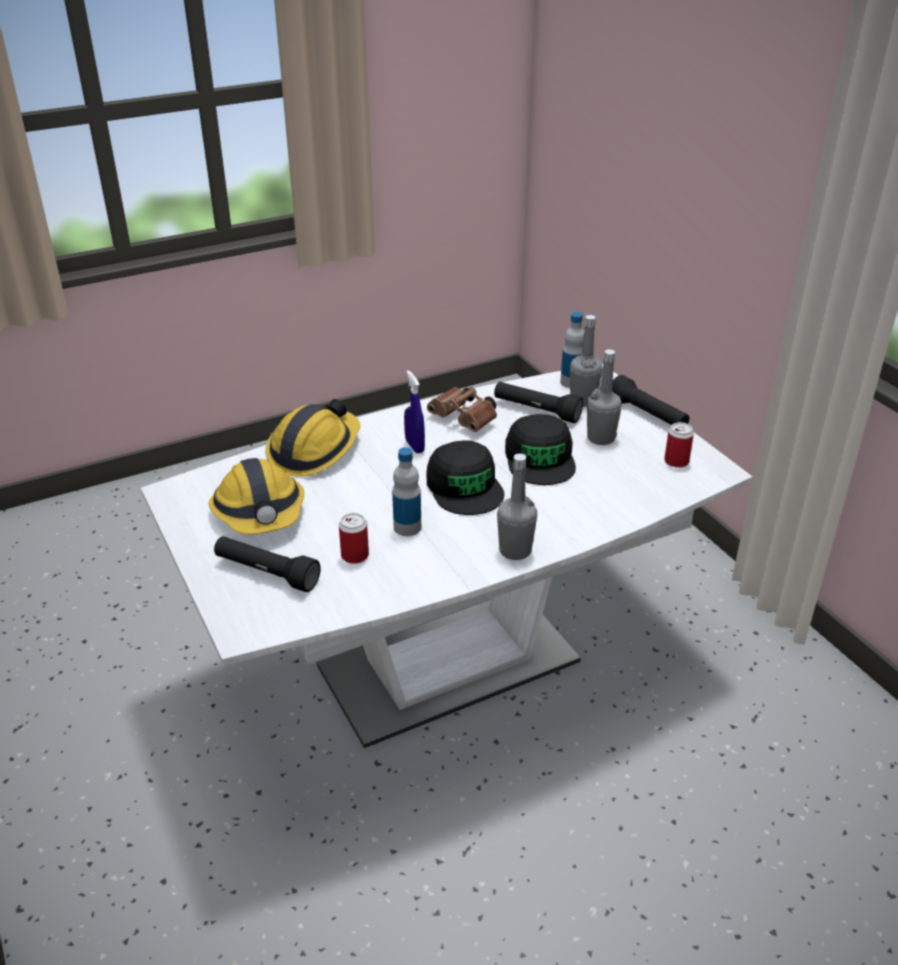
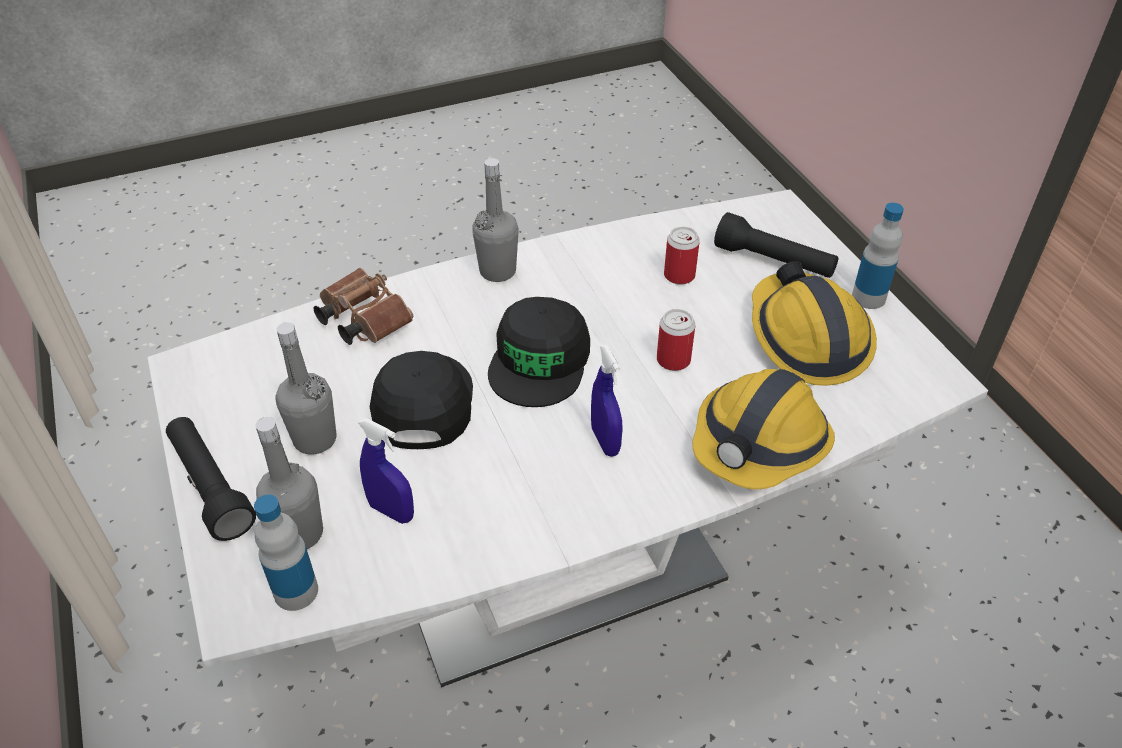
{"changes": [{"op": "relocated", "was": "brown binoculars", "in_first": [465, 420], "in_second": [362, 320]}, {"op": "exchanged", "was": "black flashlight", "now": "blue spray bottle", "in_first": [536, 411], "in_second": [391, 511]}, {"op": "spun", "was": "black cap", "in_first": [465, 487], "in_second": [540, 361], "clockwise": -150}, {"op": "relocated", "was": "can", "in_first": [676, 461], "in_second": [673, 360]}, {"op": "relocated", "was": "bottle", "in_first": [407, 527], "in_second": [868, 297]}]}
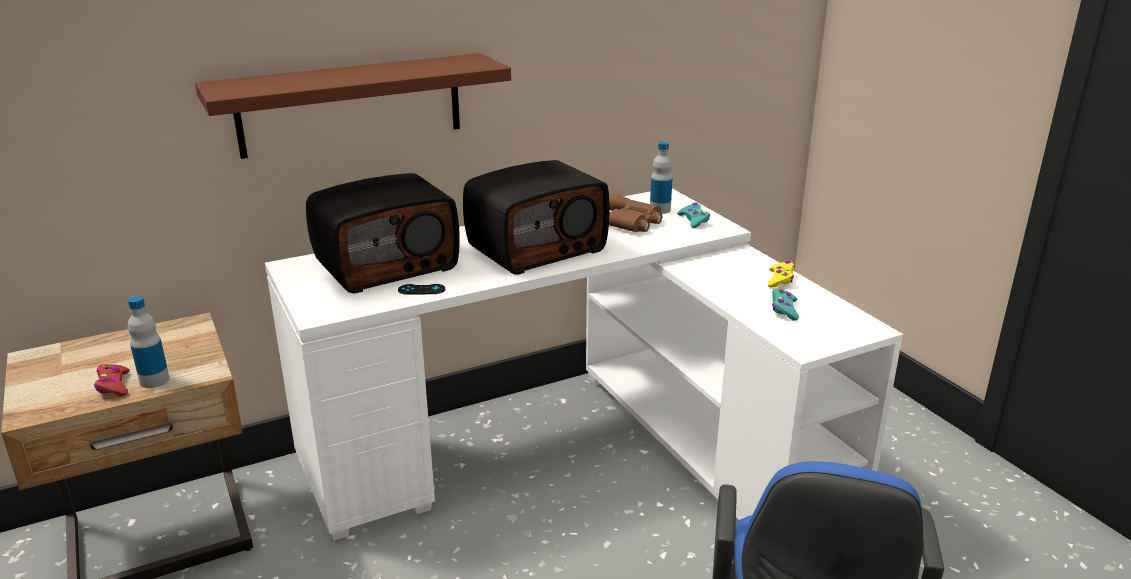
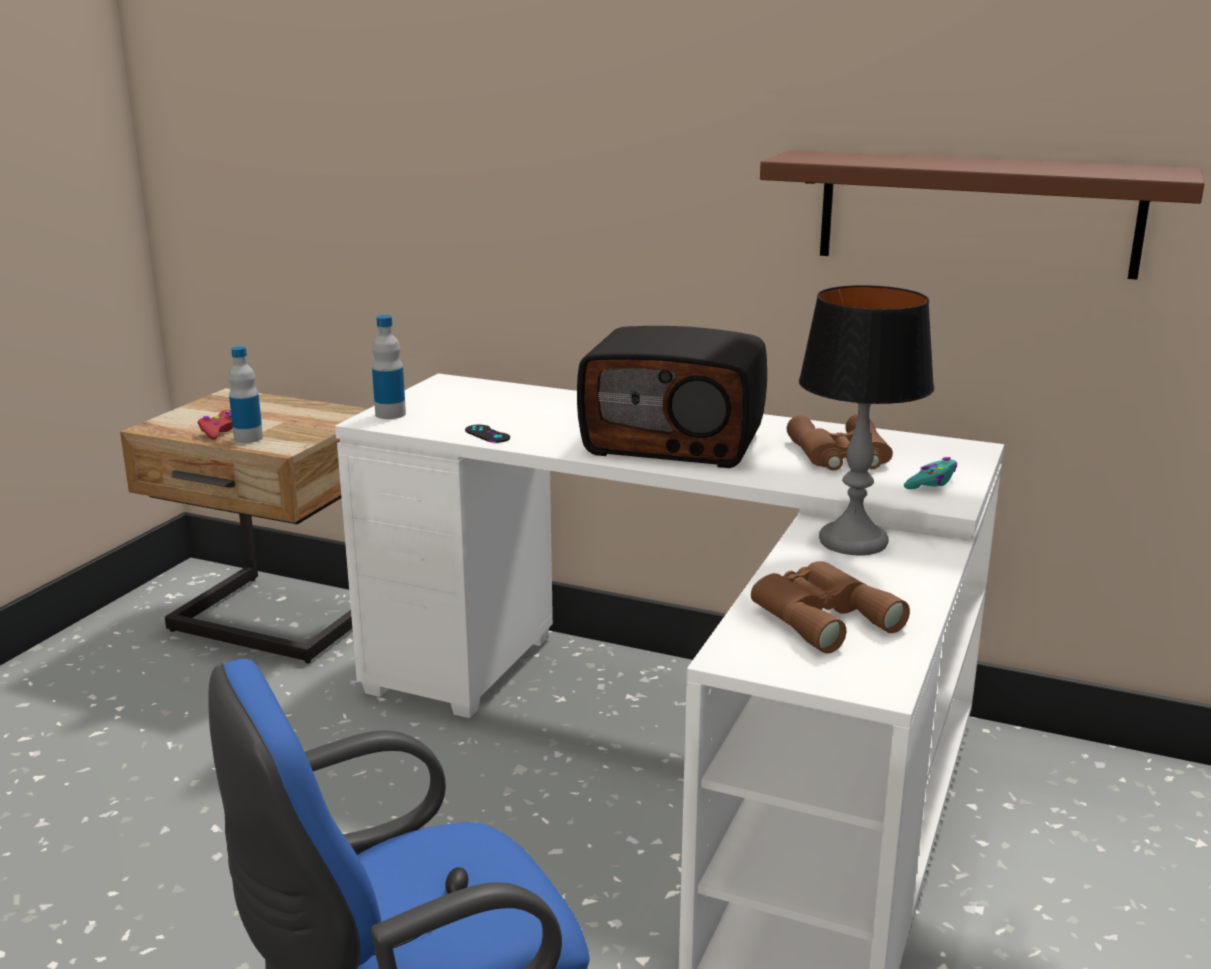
{"changes": [{"op": "relocated", "was": "bottle", "in_first": [660, 209], "in_second": [390, 414]}, {"op": "exchanged", "was": "turquoise game controller", "now": "brown binoculars", "in_first": [784, 309], "in_second": [820, 615]}, {"op": "relocated", "was": "brown shelf", "in_first": [351, 105], "in_second": [977, 213]}, {"op": "appeared", "now": "table lamp", "in_second": [852, 541]}, {"op": "missing", "was": "radio", "in_first": [387, 265]}, {"op": "missing", "was": "yellow game controller", "in_first": [780, 279]}]}
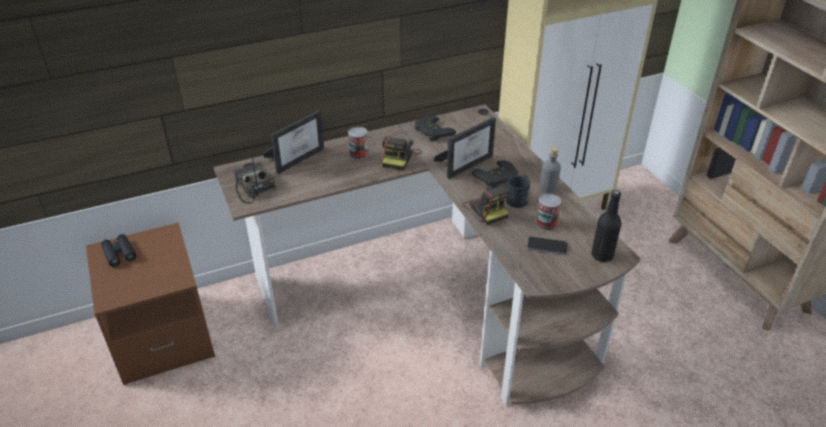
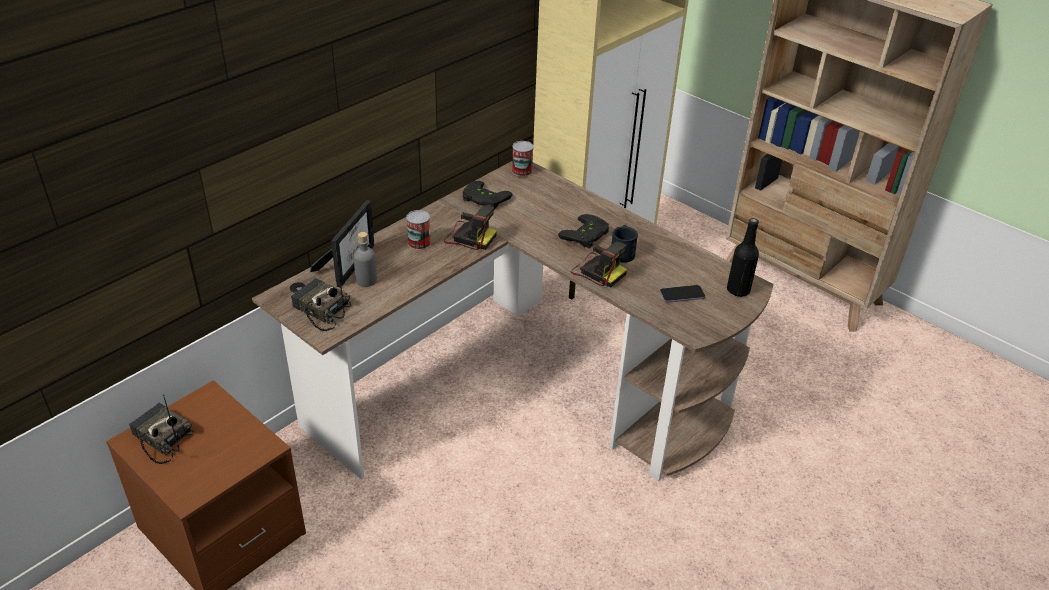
{"changes": [{"op": "exchanged", "was": "black binoculars", "now": "radio", "in_first": [119, 253], "in_second": [161, 438]}, {"op": "relocated", "was": "grey bottle", "in_first": [548, 188], "in_second": [366, 280]}, {"op": "spun", "was": "photo camera", "in_first": [400, 158], "in_second": [469, 237], "clockwise": -60}, {"op": "relocated", "was": "can", "in_first": [546, 223], "in_second": [522, 171]}, {"op": "missing", "was": "picture frame", "in_first": [466, 163]}]}
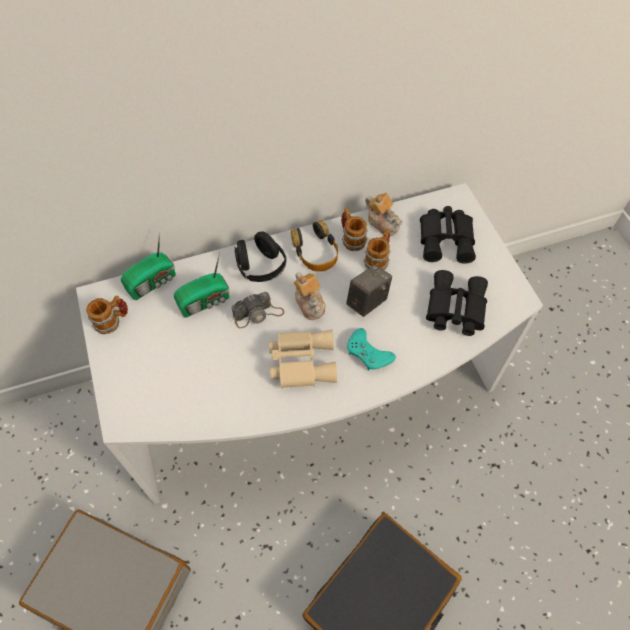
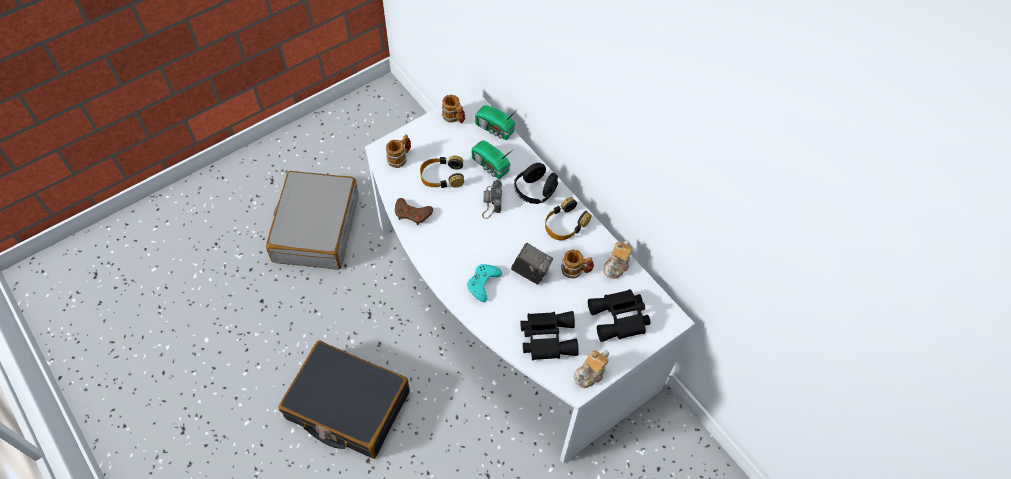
{"changes": [{"op": "relocated", "was": "mug", "in_first": [351, 238], "in_second": [400, 158]}, {"op": "appeared", "now": "brown game controller", "in_second": [412, 213]}, {"op": "appeared", "now": "headphones", "in_second": [442, 176]}, {"op": "spun", "was": "photo camera", "in_first": [258, 314], "in_second": [491, 202], "clockwise": 45}, {"op": "relocated", "was": "teapot", "in_first": [310, 303], "in_second": [590, 374]}, {"op": "missing", "was": "beige binoculars", "in_first": [301, 361]}]}
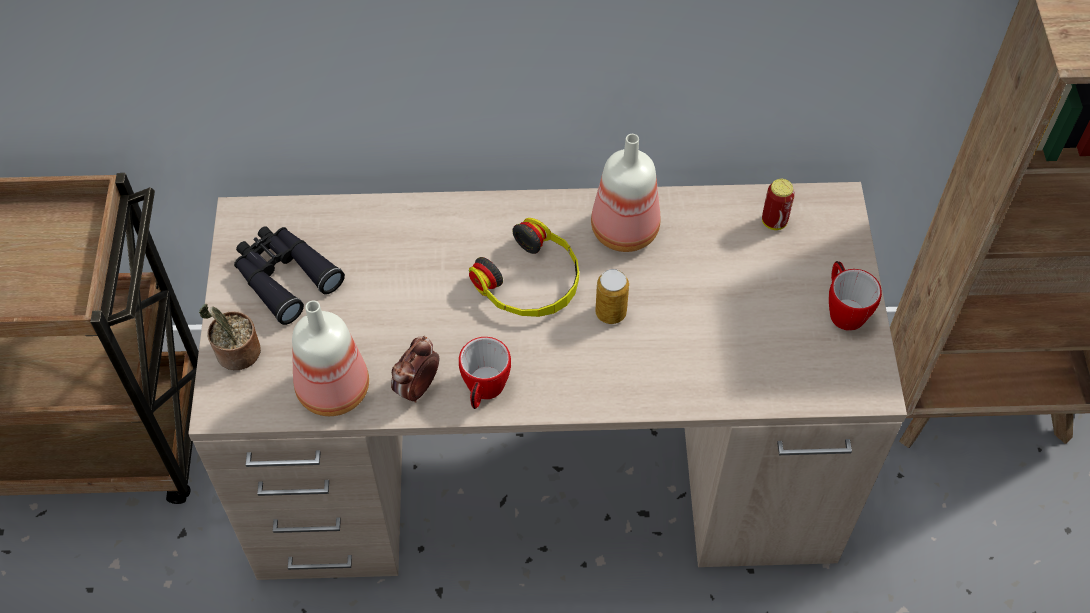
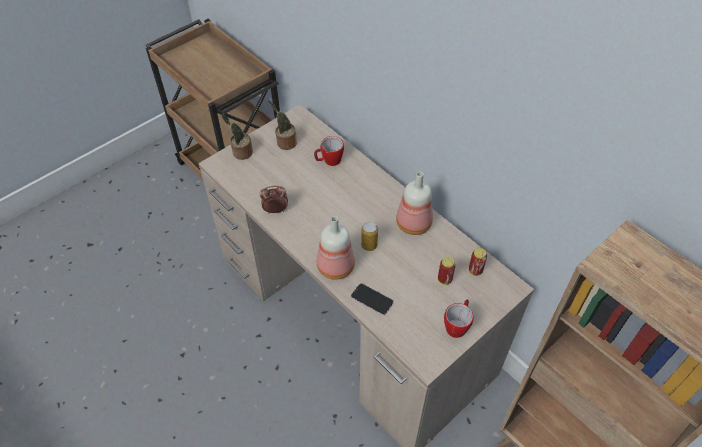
{"changes": [{"op": "exchanged", "was": "black binoculars", "now": "potted plant", "in_first": [284, 277], "in_second": [285, 142]}, {"op": "relocated", "was": "mug", "in_first": [483, 391], "in_second": [329, 161]}, {"op": "relocated", "was": "bottle", "in_first": [335, 391], "in_second": [335, 268]}, {"op": "appeared", "now": "phone", "in_second": [372, 299]}, {"op": "appeared", "now": "can", "in_second": [444, 279]}, {"op": "missing", "was": "headphones", "in_first": [530, 282]}]}
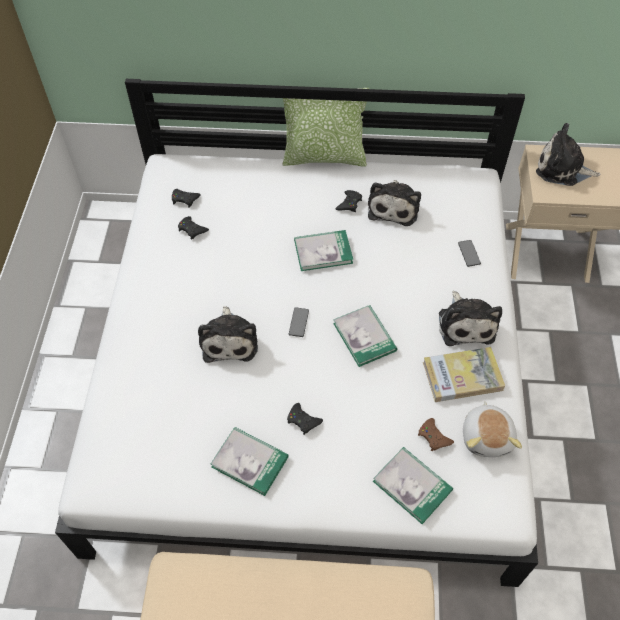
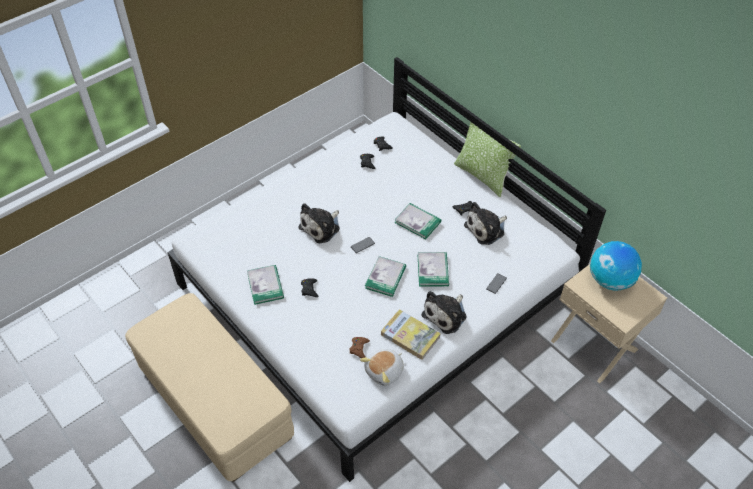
{"changes": [{"op": "relocated", "was": "book", "in_first": [412, 485], "in_second": [433, 270]}, {"op": "exchanged", "was": "plush toy", "now": "globe", "in_first": [562, 168], "in_second": [610, 280]}]}
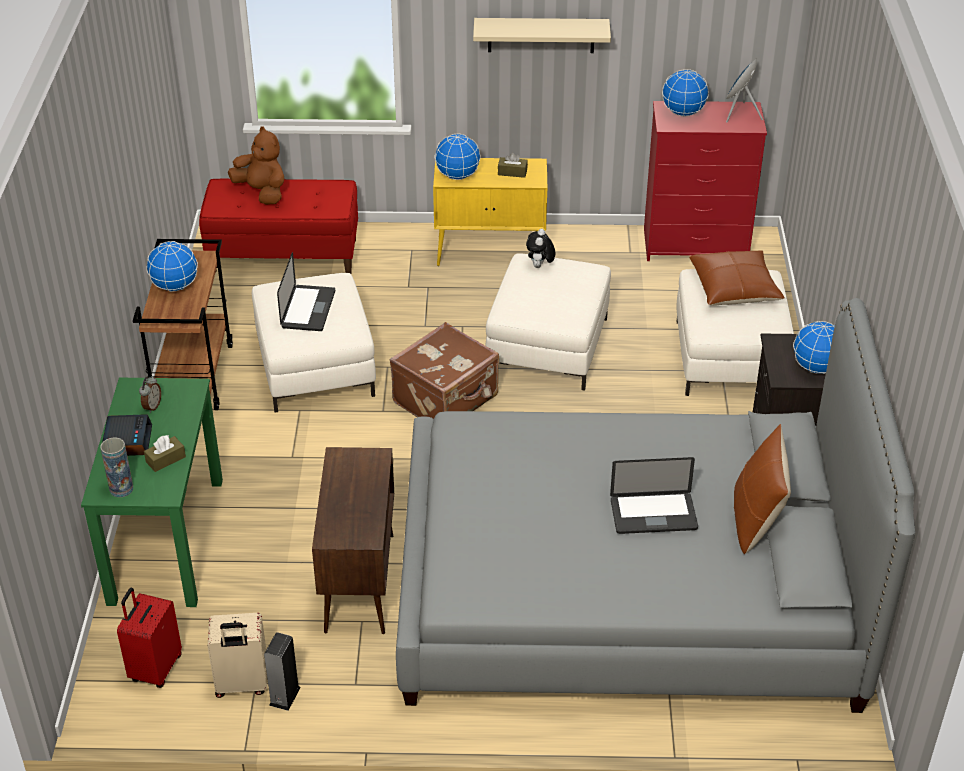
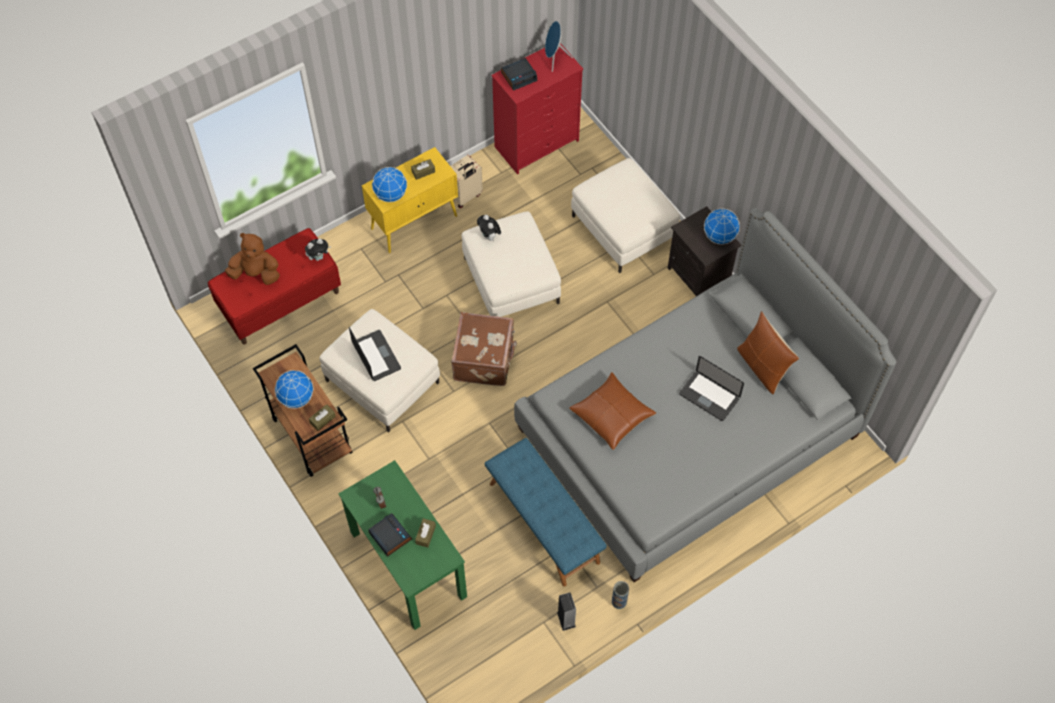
{"changes": [{"op": "appeared", "now": "plush toy", "in_second": [319, 257]}, {"op": "appeared", "now": "brown tissue box", "in_second": [322, 420]}, {"op": "relocated", "was": "beige suitcase", "in_first": [241, 685], "in_second": [465, 196]}, {"op": "exchanged", "was": "brown cabinet", "now": "blue bench", "in_first": [359, 584], "in_second": [545, 522]}, {"op": "exchanged", "was": "globe", "now": "alarm clock", "in_first": [683, 113], "in_second": [519, 76]}, {"op": "relocated", "was": "brown pillow", "in_first": [734, 288], "in_second": [611, 415]}, {"op": "relocated", "was": "vase", "in_first": [121, 489], "in_second": [619, 601]}, {"op": "spun", "was": "laptop", "in_first": [653, 514], "in_second": [709, 396], "clockwise": 75}, {"op": "missing", "was": "red suitcase", "in_first": [155, 668]}, {"op": "missing", "was": "beige shelf", "in_first": [541, 35]}]}
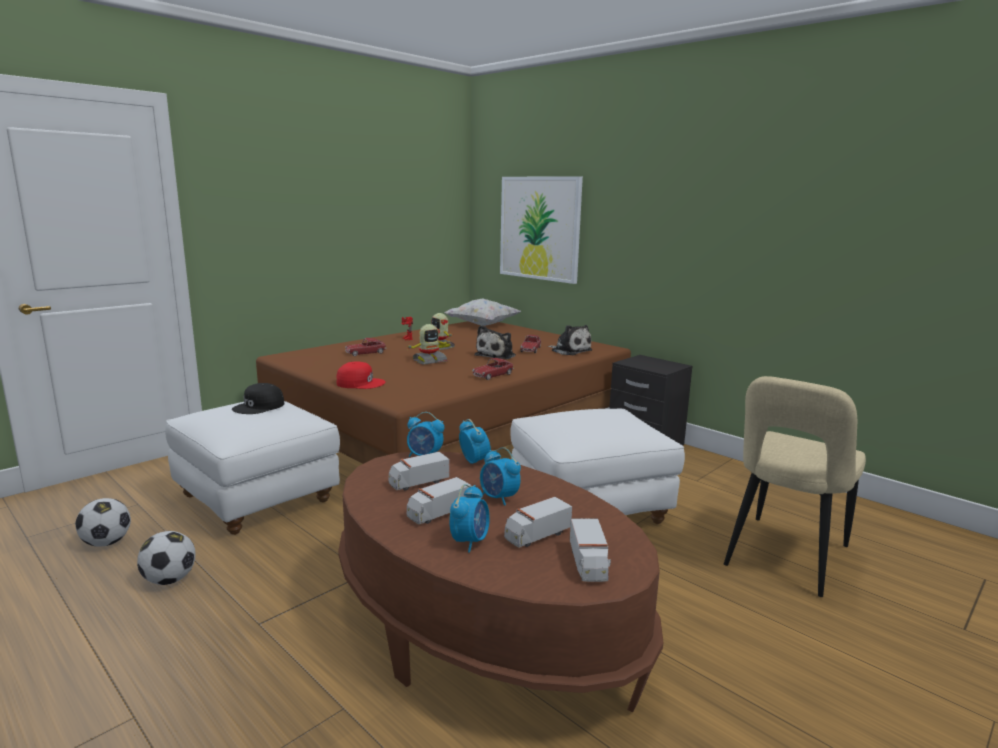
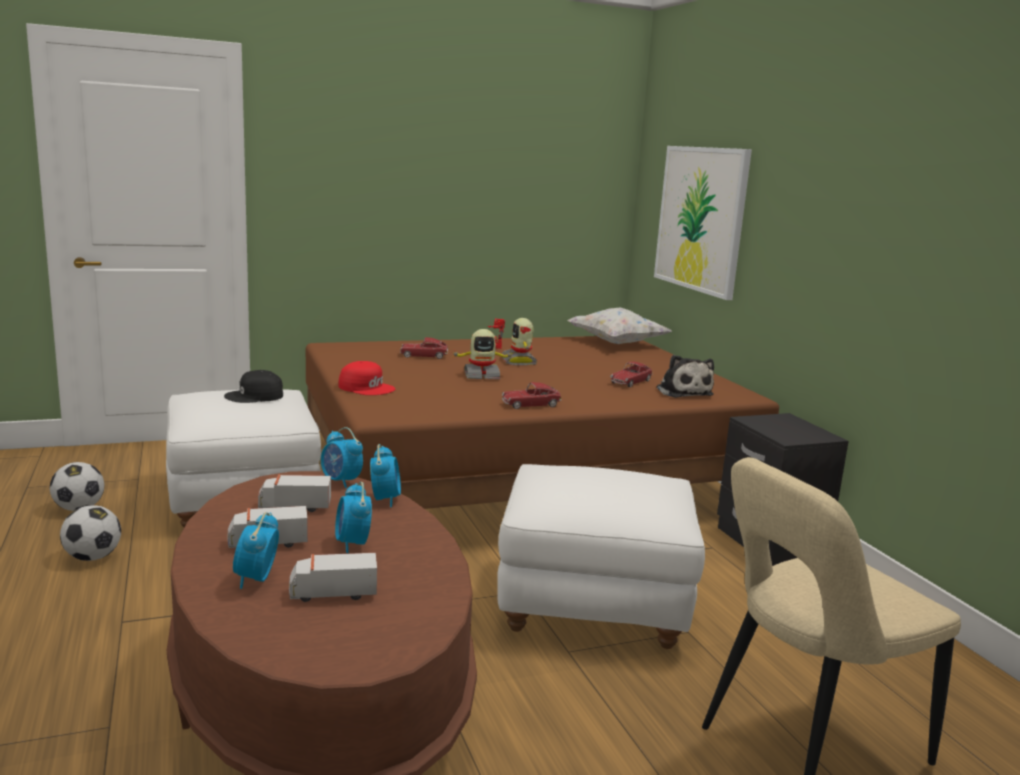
{"changes": [{"op": "spun", "was": "alarm clock", "in_first": [470, 541], "in_second": [256, 579], "clockwise": 135}, {"op": "missing", "was": "plush toy", "in_first": [497, 355]}, {"op": "missing", "was": "toy truck", "in_first": [588, 563]}]}
